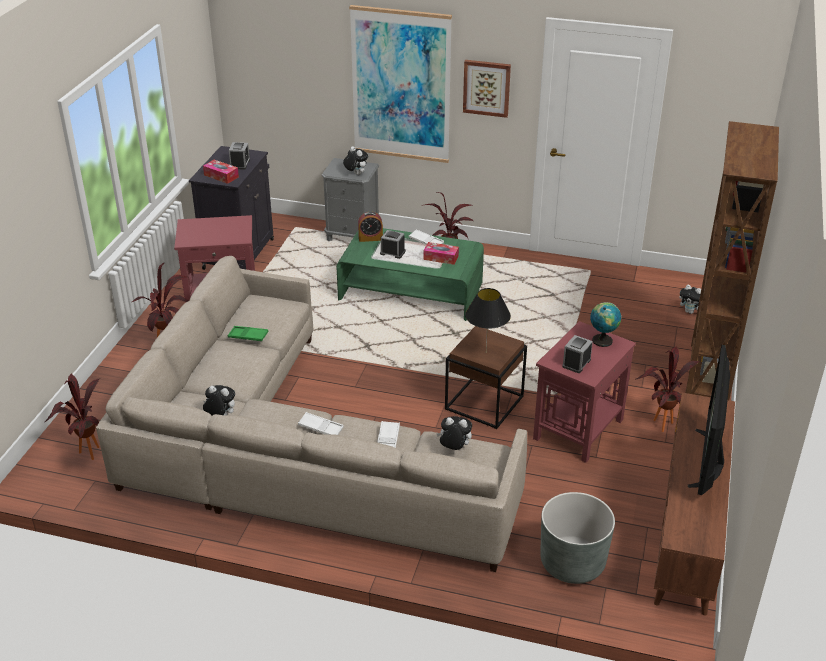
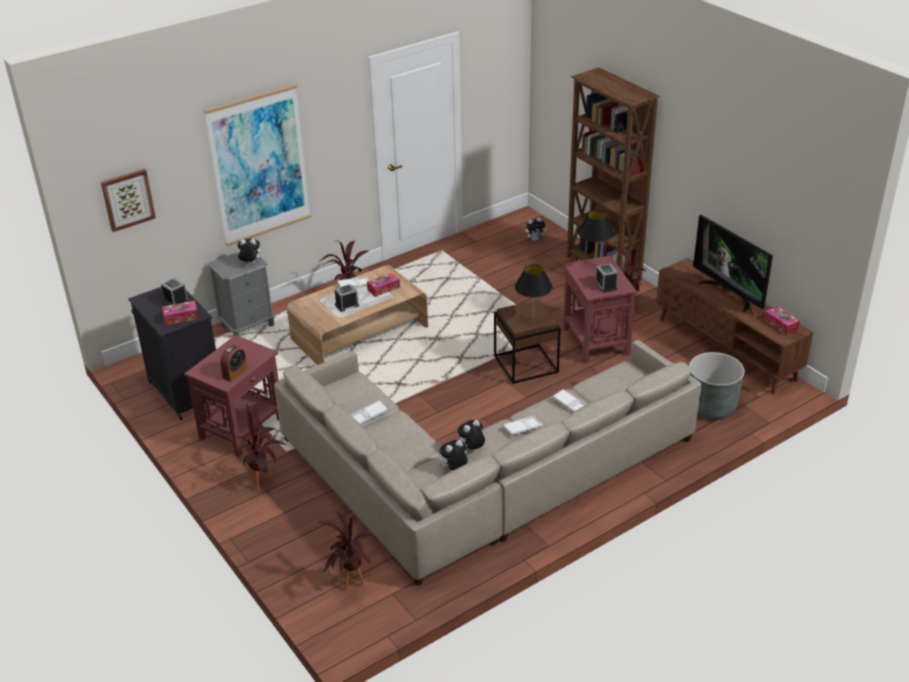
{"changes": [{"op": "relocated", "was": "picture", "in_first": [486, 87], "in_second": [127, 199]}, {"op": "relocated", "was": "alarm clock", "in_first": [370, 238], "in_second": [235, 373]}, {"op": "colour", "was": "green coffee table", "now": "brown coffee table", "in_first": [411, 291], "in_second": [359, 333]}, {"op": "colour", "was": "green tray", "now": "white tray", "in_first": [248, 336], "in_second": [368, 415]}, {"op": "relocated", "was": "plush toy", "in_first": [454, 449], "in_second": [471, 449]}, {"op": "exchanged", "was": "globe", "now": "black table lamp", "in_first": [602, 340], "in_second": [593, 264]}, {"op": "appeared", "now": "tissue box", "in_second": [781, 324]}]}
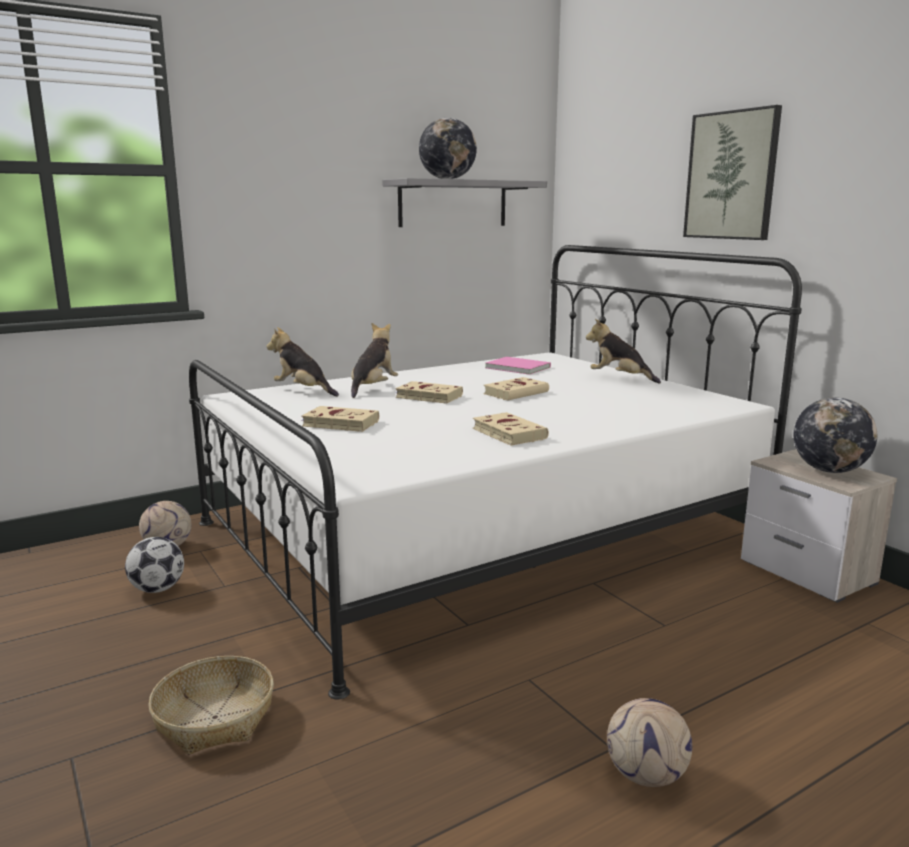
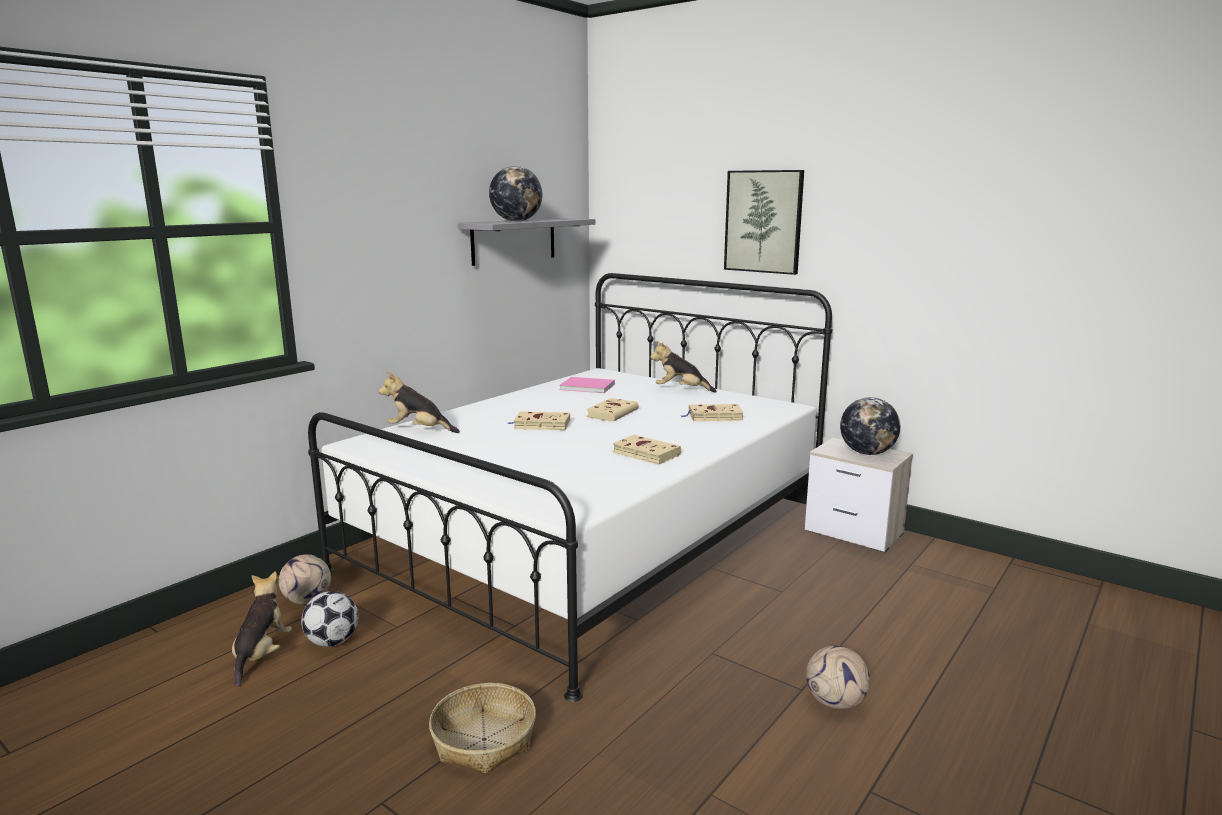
{"changes": [{"op": "relocated", "was": "plush toy", "in_first": [373, 388], "in_second": [262, 655]}, {"op": "relocated", "was": "beige book", "in_first": [338, 423], "in_second": [713, 416]}]}
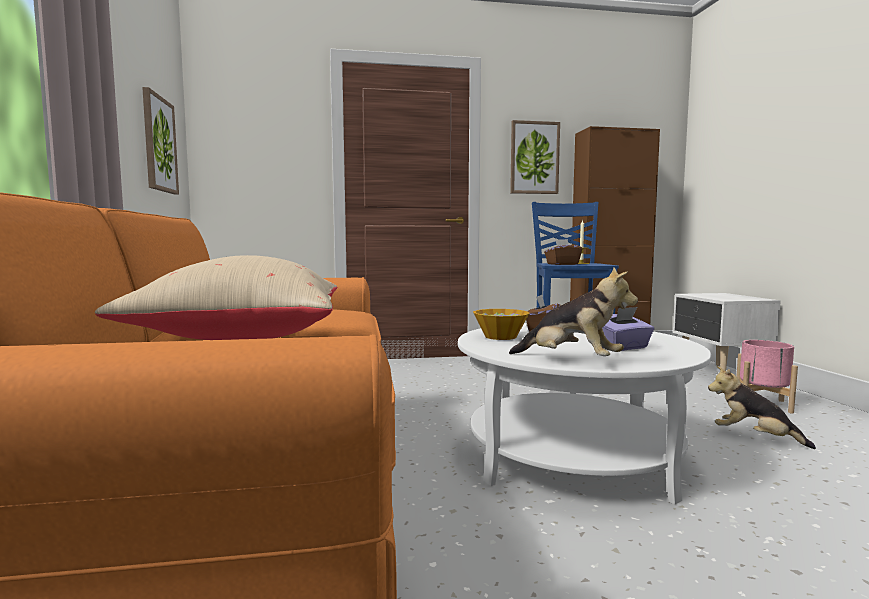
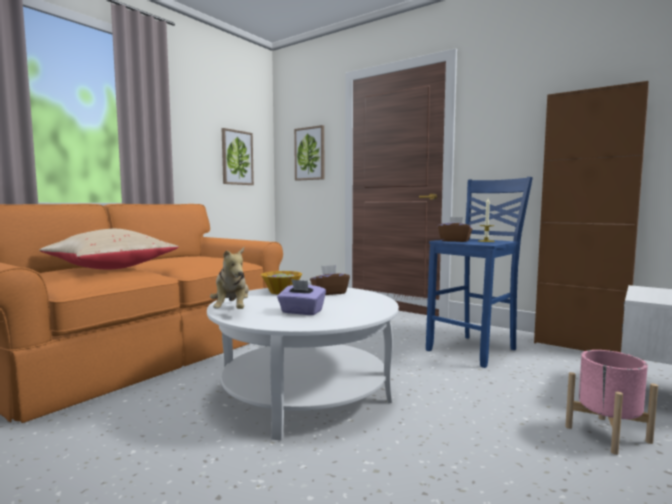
{"changes": [{"op": "relocated", "was": "picture", "in_first": [534, 158], "in_second": [310, 153]}, {"op": "missing", "was": "plush toy", "in_first": [754, 438]}]}
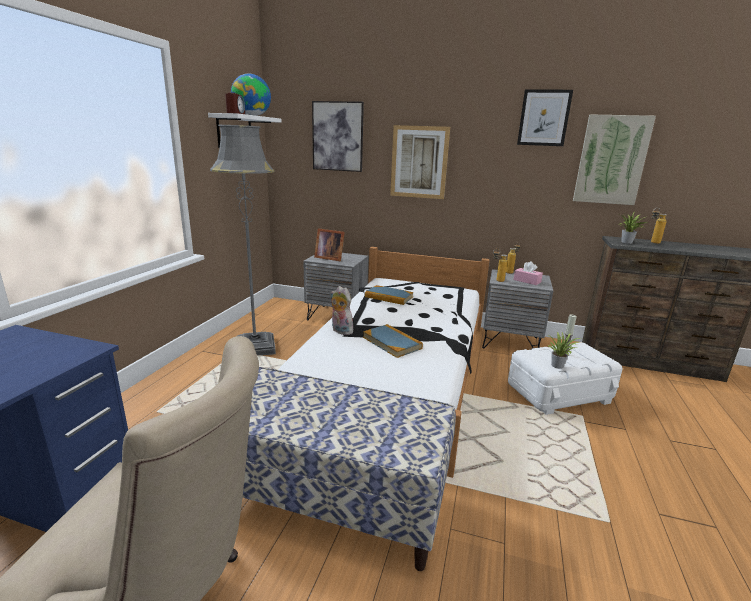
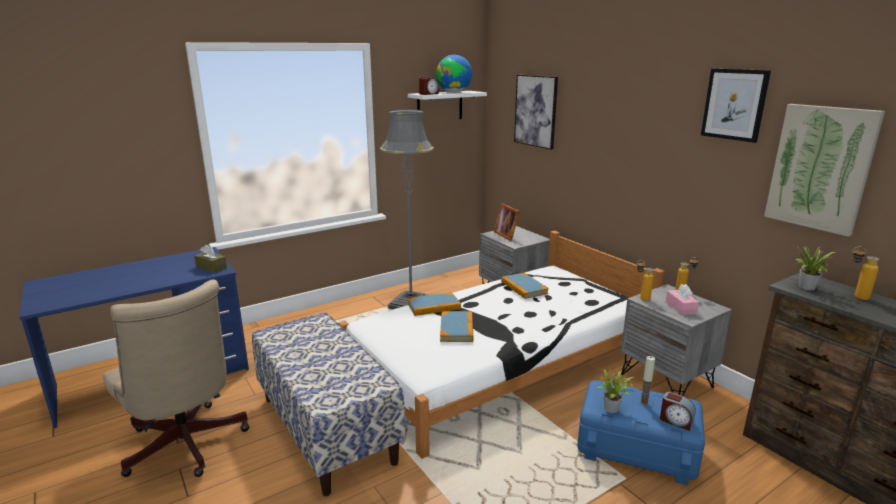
{"changes": [{"op": "appeared", "now": "brown tissue box", "in_second": [211, 267]}, {"op": "exchanged", "was": "plush toy", "now": "book", "in_first": [340, 331], "in_second": [434, 306]}, {"op": "colour", "was": "white storage box", "now": "blue storage box", "in_first": [558, 393], "in_second": [636, 448]}, {"op": "appeared", "now": "alarm clock", "in_second": [676, 421]}, {"op": "missing", "was": "picture", "in_first": [419, 162]}]}
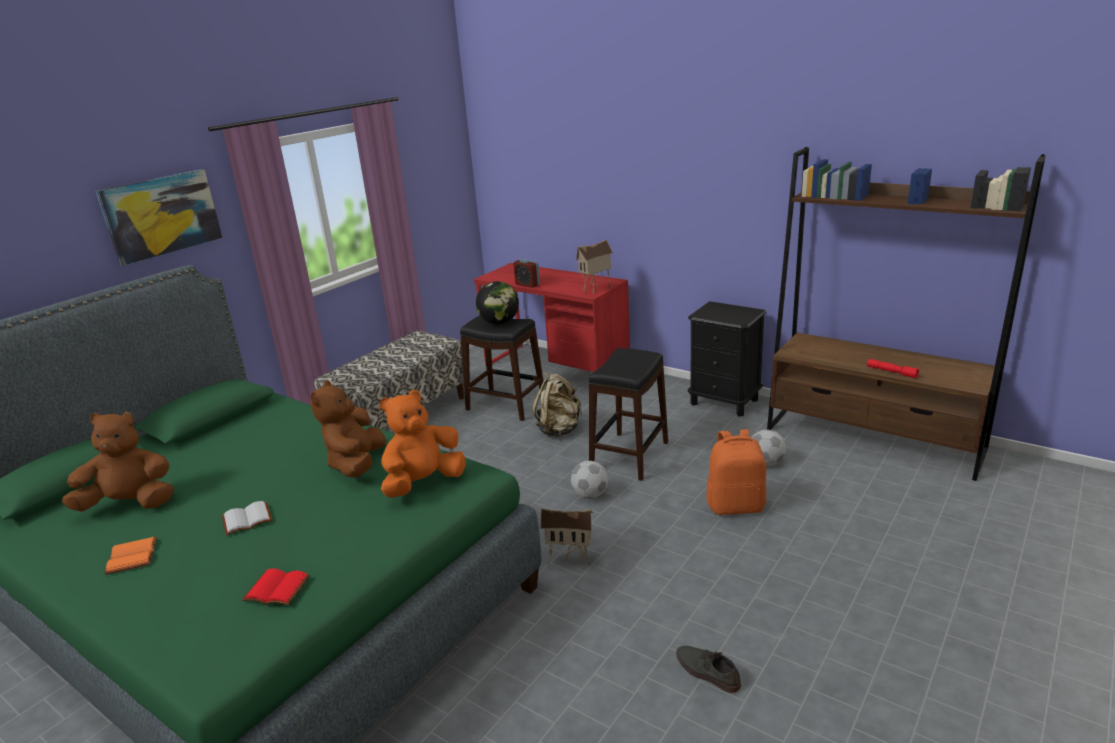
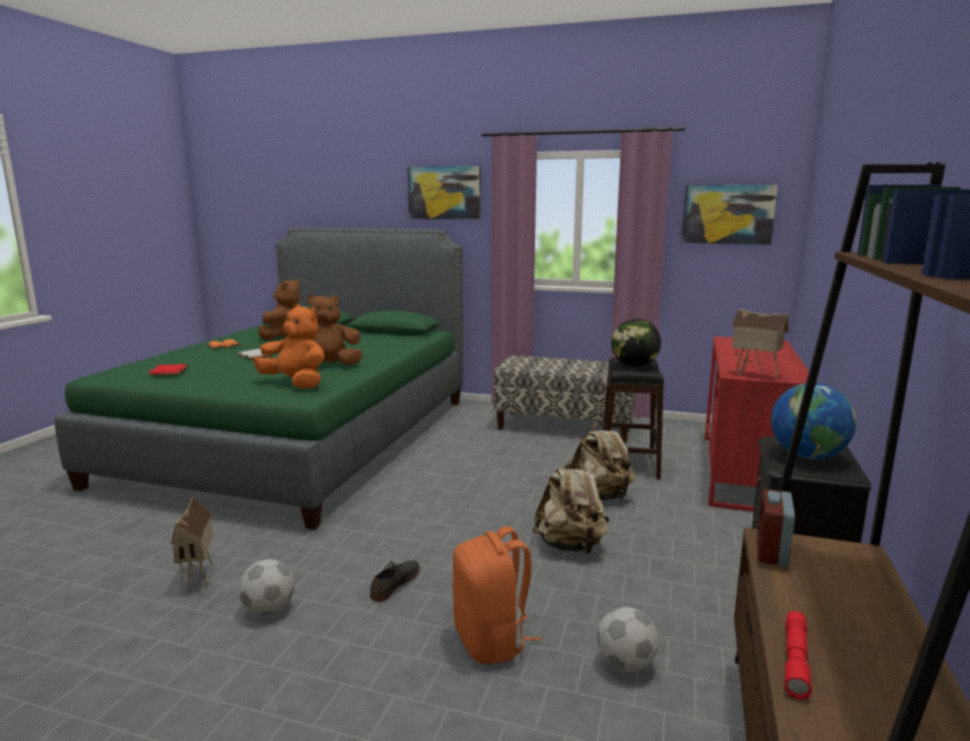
{"changes": [{"op": "relocated", "was": "toy house", "in_first": [570, 560], "in_second": [199, 578]}, {"op": "relocated", "was": "football", "in_first": [590, 495], "in_second": [268, 609]}, {"op": "spun", "was": "brown plush toy", "in_first": [130, 504], "in_second": [283, 337], "clockwise": 45}, {"op": "relocated", "was": "grey shoe", "in_first": [706, 671], "in_second": [395, 583]}, {"op": "exchanged", "was": "black stool", "now": "beige backpack", "in_first": [629, 456], "in_second": [571, 546]}, {"op": "appeared", "now": "picture", "in_second": [727, 214]}, {"op": "relocated", "was": "alarm clock", "in_first": [527, 284], "in_second": [771, 552]}, {"op": "appeared", "now": "globe", "in_second": [807, 456]}]}
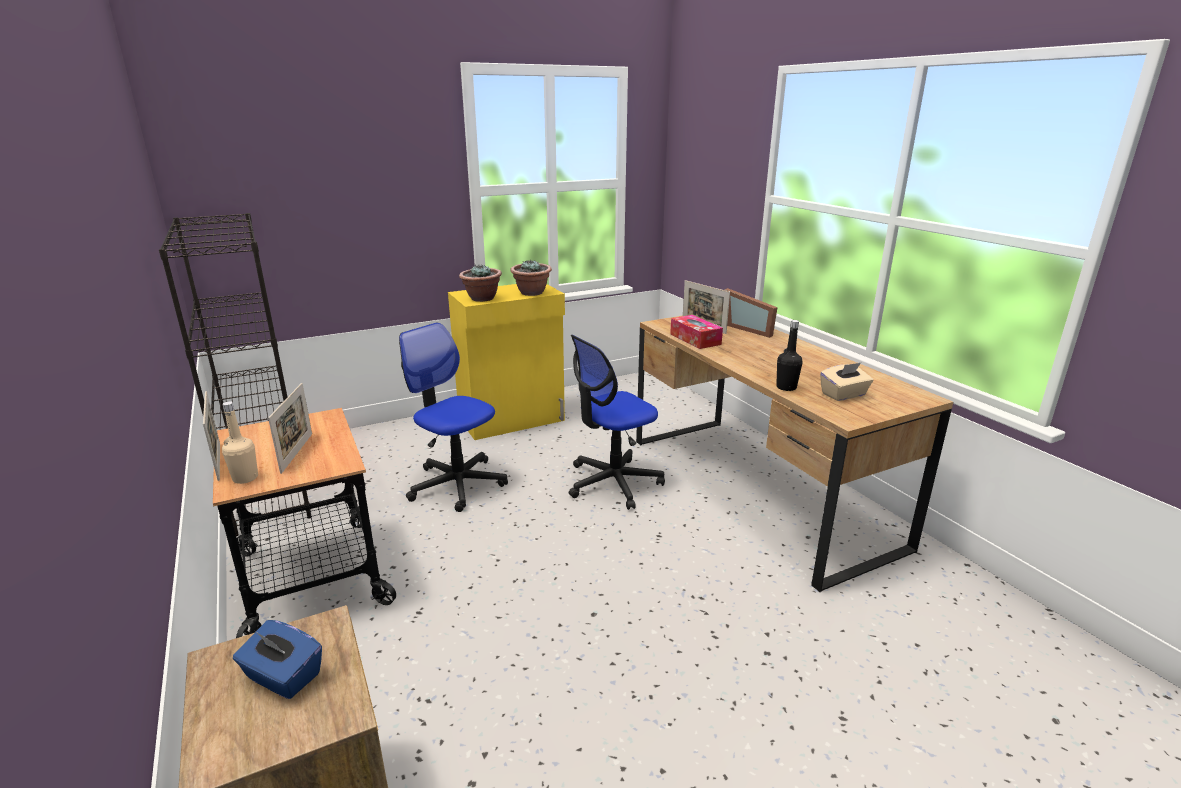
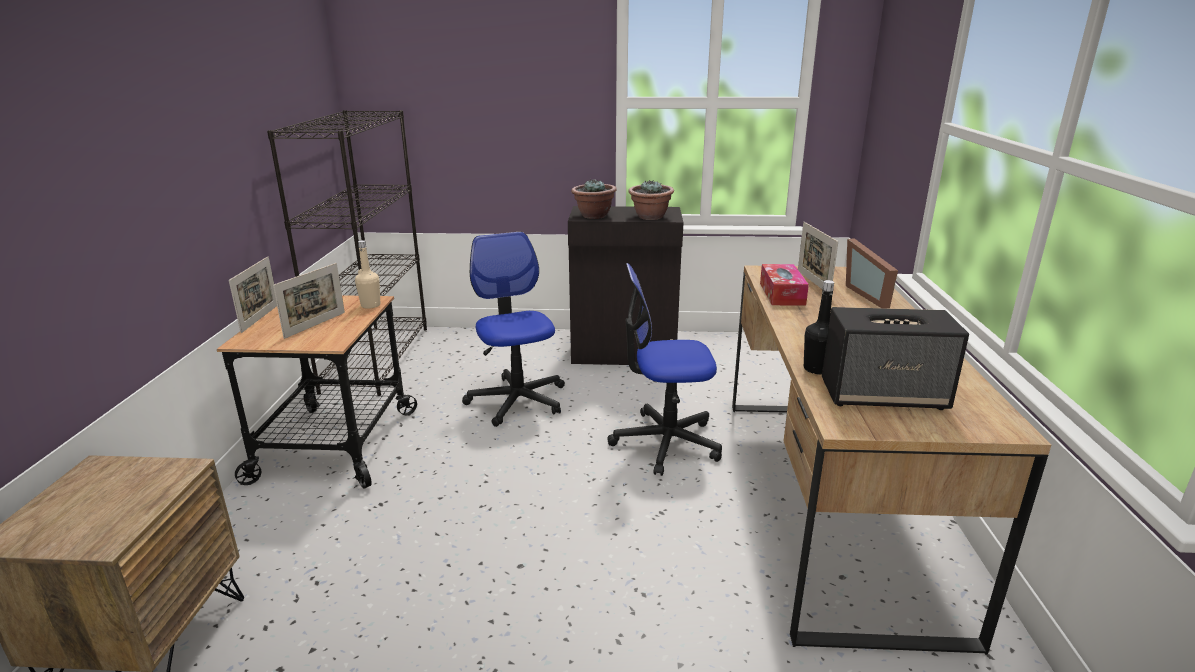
{"changes": [{"op": "relocated", "was": "beige bottle", "in_first": [245, 478], "in_second": [370, 305]}, {"op": "colour", "was": "yellow cabinet", "now": "black cabinet", "in_first": [513, 420], "in_second": [624, 353]}, {"op": "exchanged", "was": "beige tissue box", "now": "speaker", "in_first": [844, 395], "in_second": [884, 395]}, {"op": "missing", "was": "blue tissue box", "in_first": [283, 677]}]}
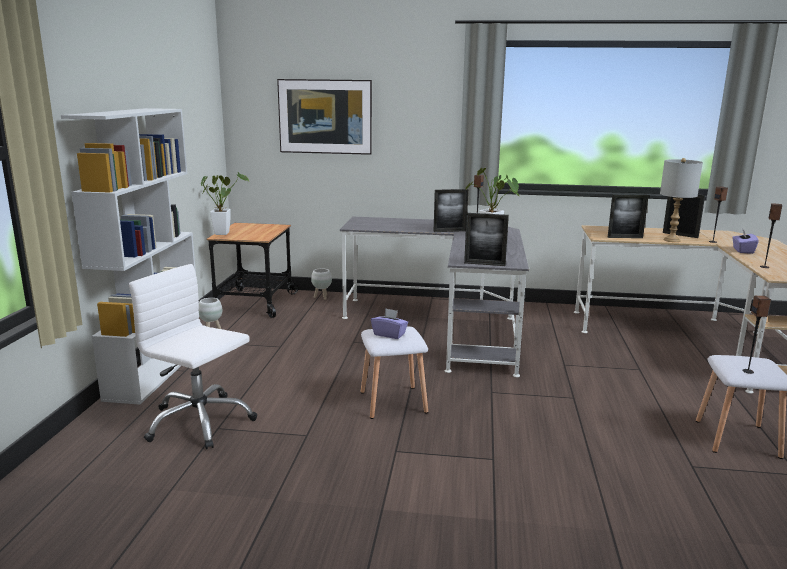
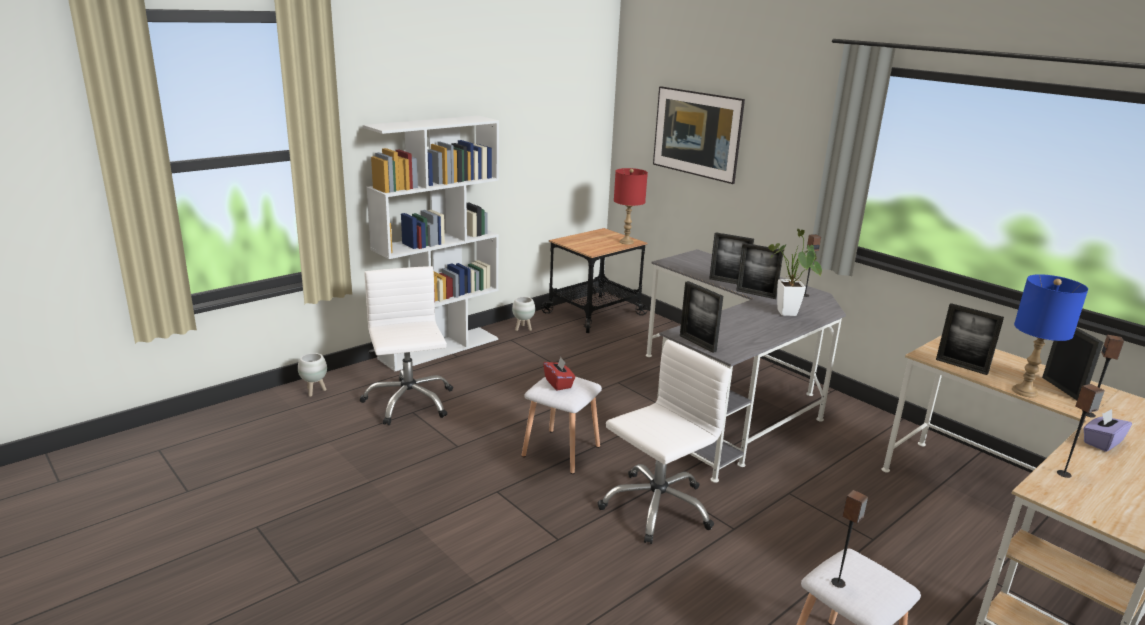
{"changes": [{"op": "relocated", "was": "white planter", "in_first": [321, 297], "in_second": [314, 391]}, {"op": "colour", "was": "purple tissue box", "now": "red tissue box", "in_first": [389, 334], "in_second": [558, 383]}, {"op": "appeared", "now": "white office chair", "in_second": [656, 507]}, {"op": "appeared", "now": "red table lamp", "in_second": [626, 242]}, {"op": "appeared", "now": "picture frame", "in_second": [728, 282]}, {"op": "colour", "was": "grey table lamp", "now": "blue table lamp", "in_first": [671, 240], "in_second": [1024, 391]}, {"op": "missing", "was": "potted plant", "in_first": [223, 233]}]}
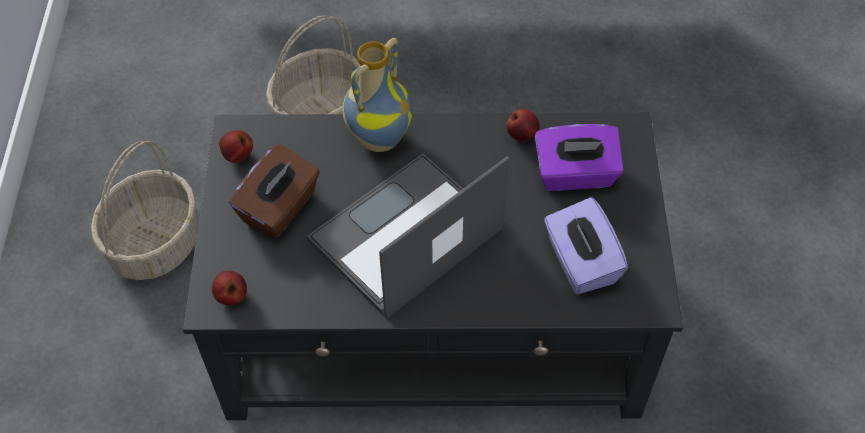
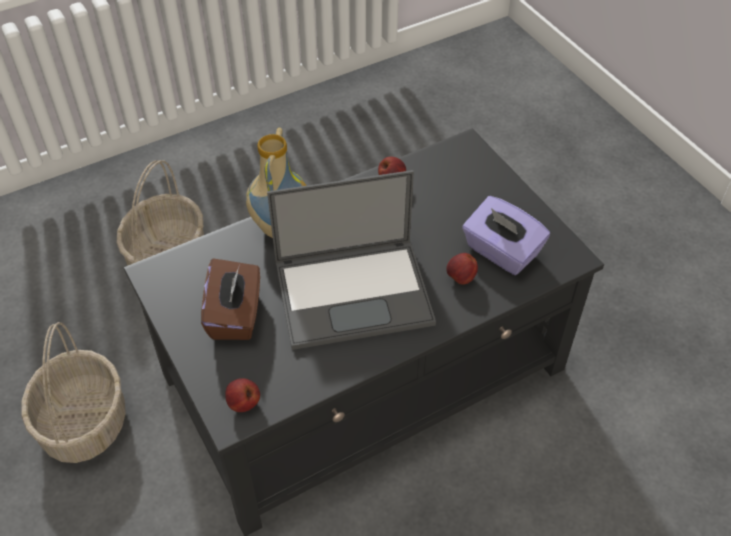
{"changes": [{"op": "spun", "was": "laptop", "in_first": [404, 236], "in_second": [355, 292], "clockwise": -120}, {"op": "relocated", "was": "apple", "in_first": [237, 156], "in_second": [460, 278]}, {"op": "missing", "was": "purple tissue box", "in_first": [575, 175]}]}
